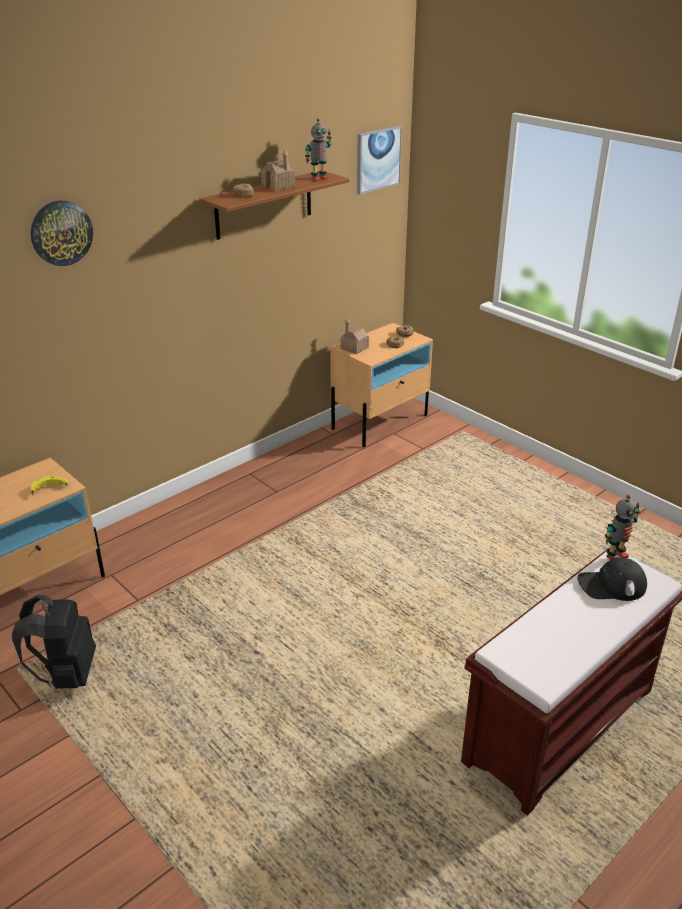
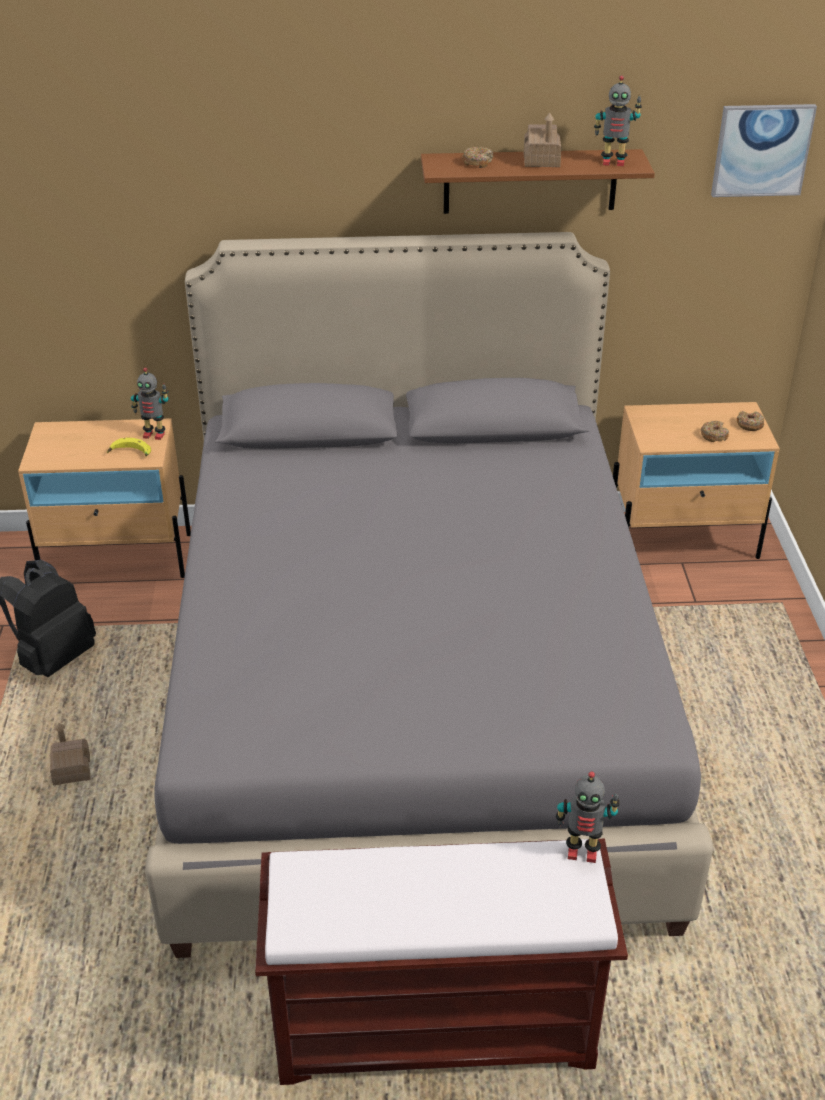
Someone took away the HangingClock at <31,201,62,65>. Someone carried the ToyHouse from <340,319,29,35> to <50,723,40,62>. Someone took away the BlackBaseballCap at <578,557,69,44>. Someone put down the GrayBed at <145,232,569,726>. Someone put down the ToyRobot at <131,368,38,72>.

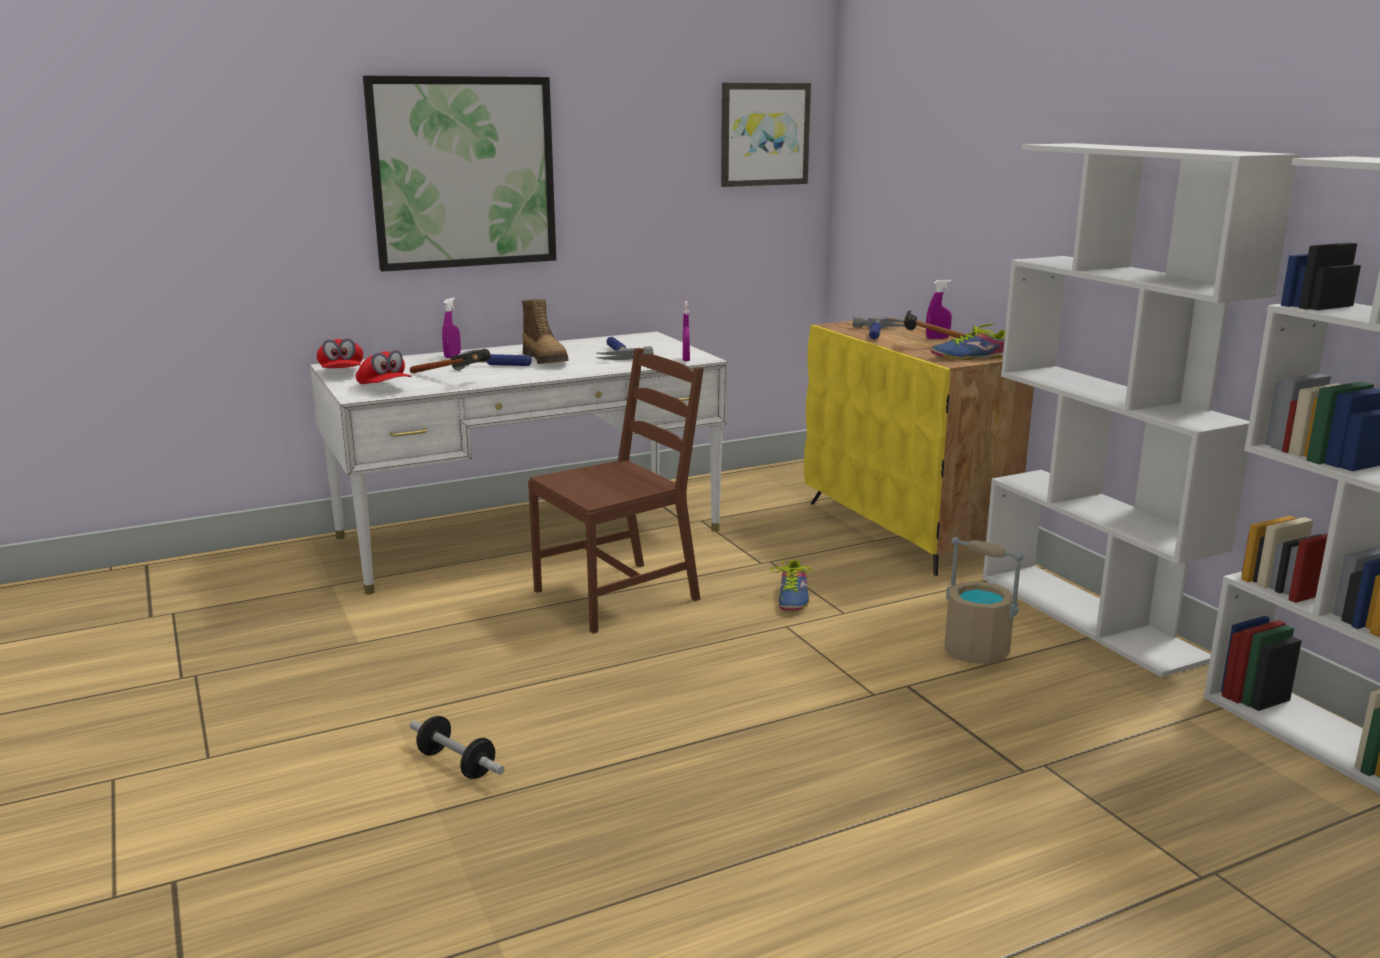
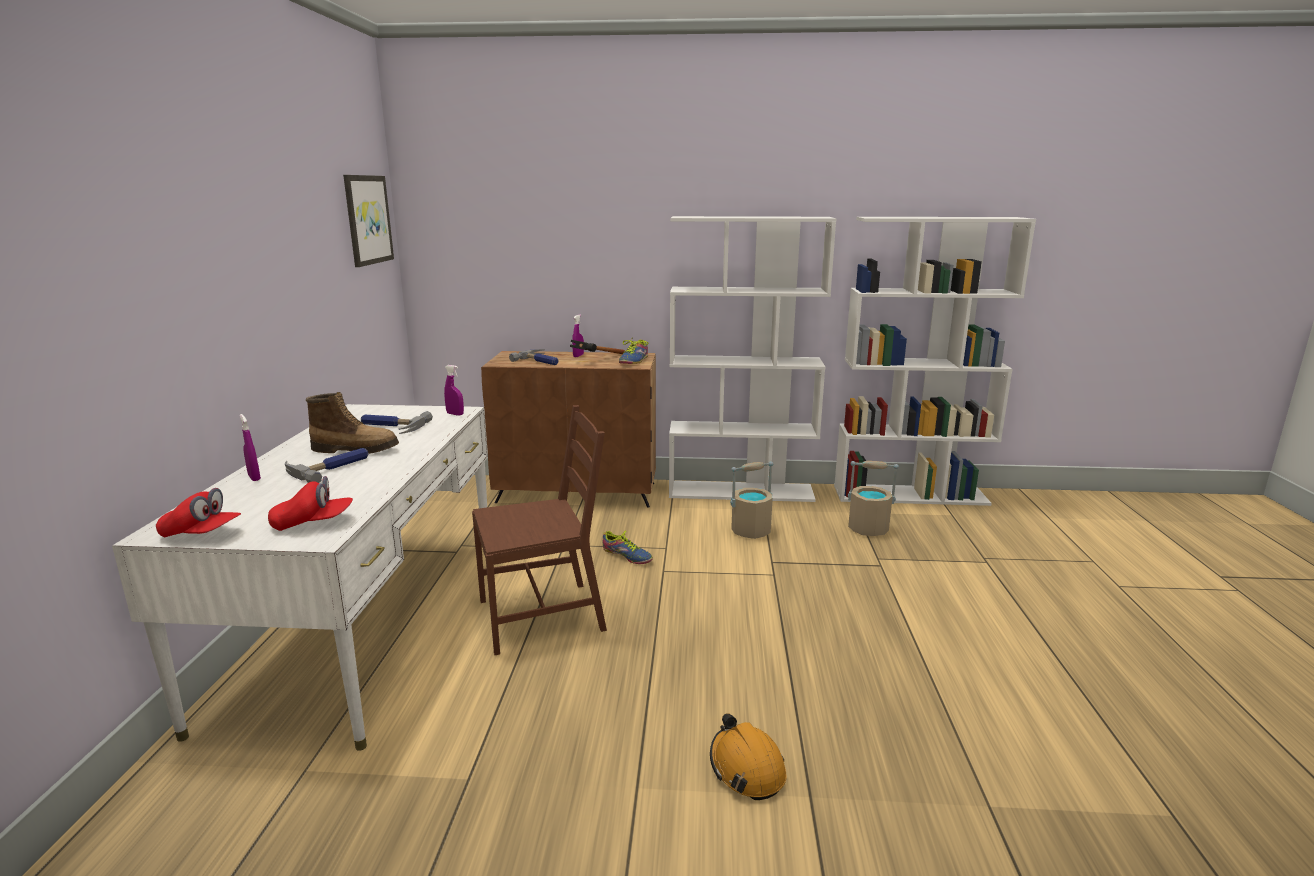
Someone took away the WallArt at <363,76,193,196>. Someone repainted the YellowColouredCabinet at <804,317,230,259>, which became the BrownishCabinet at <481,351,175,157>. Someone rotated the BrownishChair at <528,348,176,286> by 75 degrees clockwise. Someone took away the ToolHammer at <410,349,81,24>. Someone swapped the FreeWeight at <410,716,94,63> for the OrangeColouredHardHat at <710,713,76,87>. Someone put down the BeigeColouredWaterBucket at <848,461,51,75>.

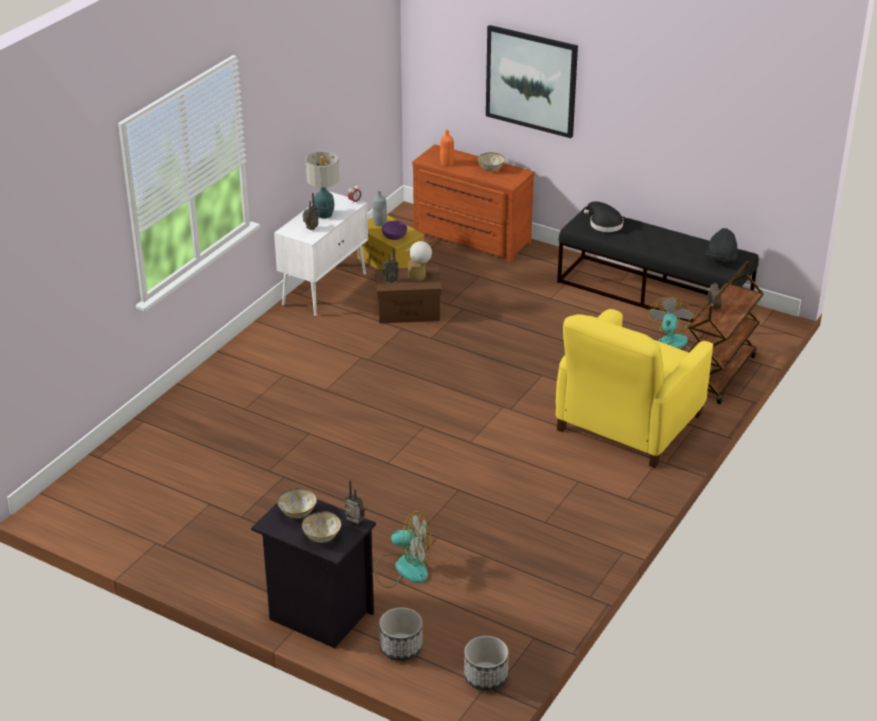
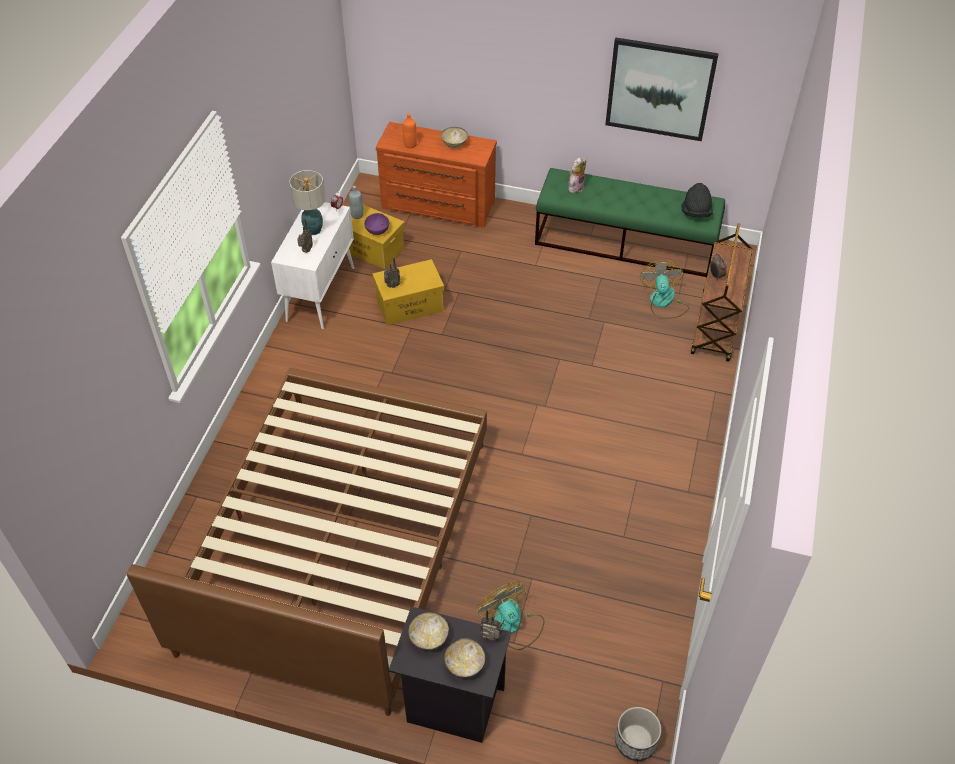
Someone carried the WallArt from <486,25,92,113> to <605,38,114,103>. Someone swapped the BlackWearableHat at <584,201,40,31> for the CuddlyToy at <568,157,18,36>. Someone repainted the BlackLongSeat at <557,207,202,116>, which became the GreenColouredLongSeat at <535,168,190,109>. Someone took away the TableLamp at <408,241,24,40>. Someone repainted the BrownishStorageBin at <375,267,67,56>, which became the YellowColouredStorageBin at <372,259,72,67>. Someone took away the YellowColouredArmchair at <556,309,157,159>. Someone rotated the Fan at <374,510,57,78> by 120 degrees counterclockwise. Someone took away the FlowerPot at <379,607,44,54>. Someone put down the BrownishBed at <127,368,360,348>.

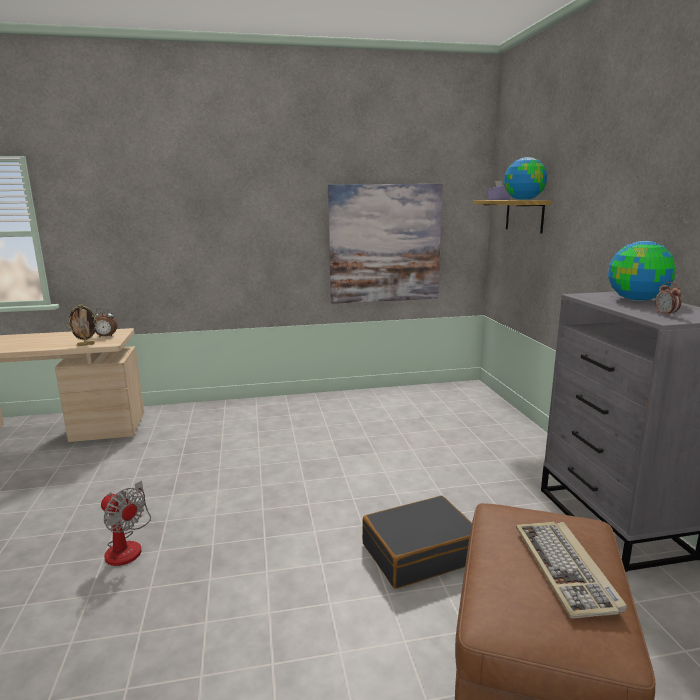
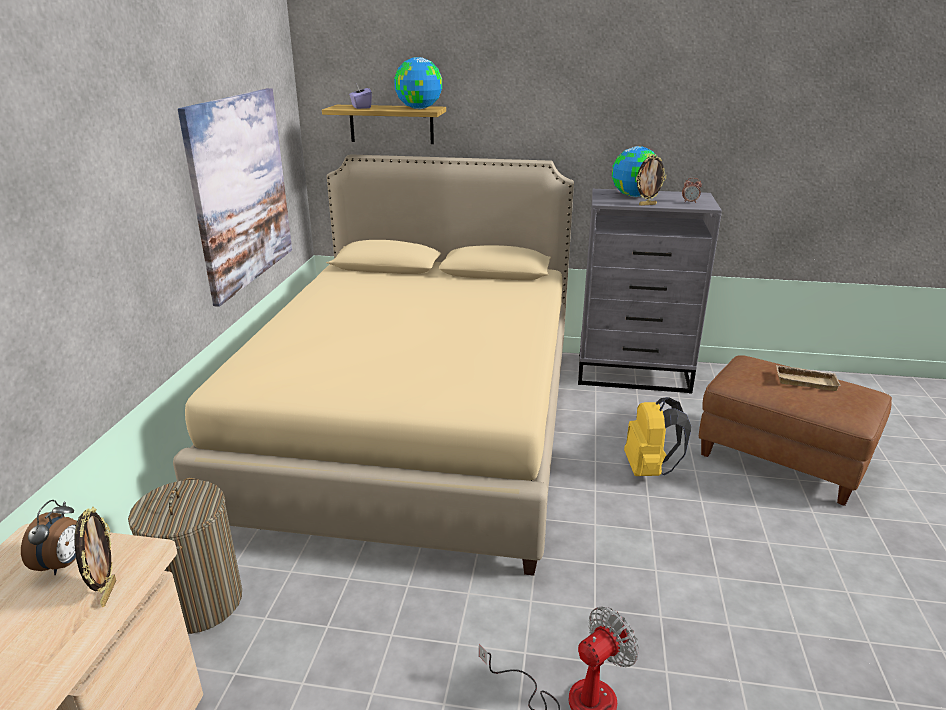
Someone swapped the BlackTravelCase at <362,496,110,93> for the YellowColouredKnapsack at <624,397,67,79>. Someone swapped the ComputerKeyboard at <516,522,111,97> for the BeigeColouredCarryingTray at <776,365,65,26>. Someone put down the BeigeColouredBed at <173,154,401,422>. Someone put down the PictureFrame at <636,154,30,52>. Someone put down the Hamper at <128,478,114,156>.

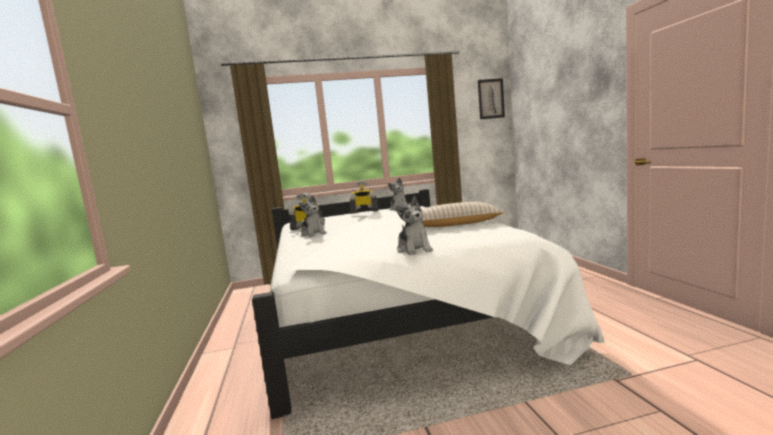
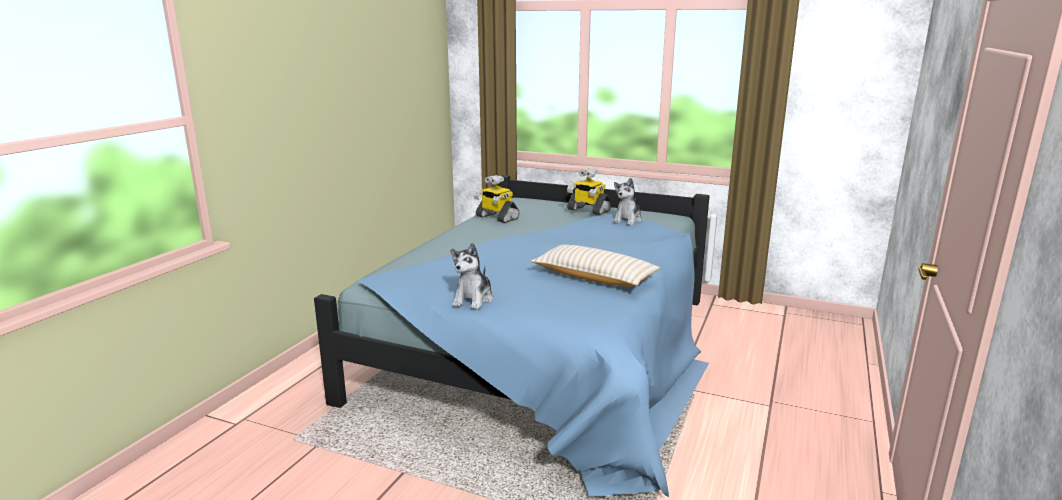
Someone took away the WallArt at <478,78,27,41>. Someone repainted the WhitishBed at <252,189,353,230>, which became the BlueBed at <314,175,395,322>. Someone took away the CuddlyToy at <299,196,28,41>.

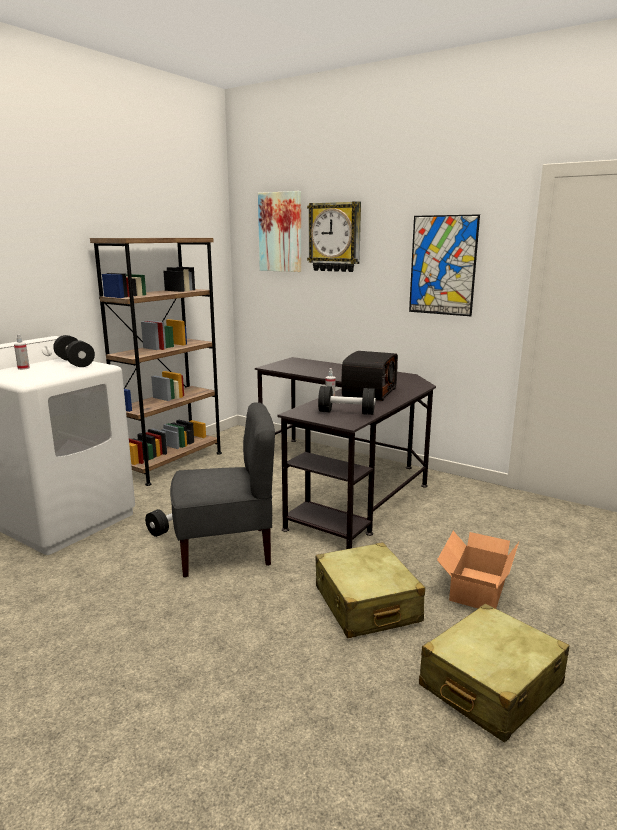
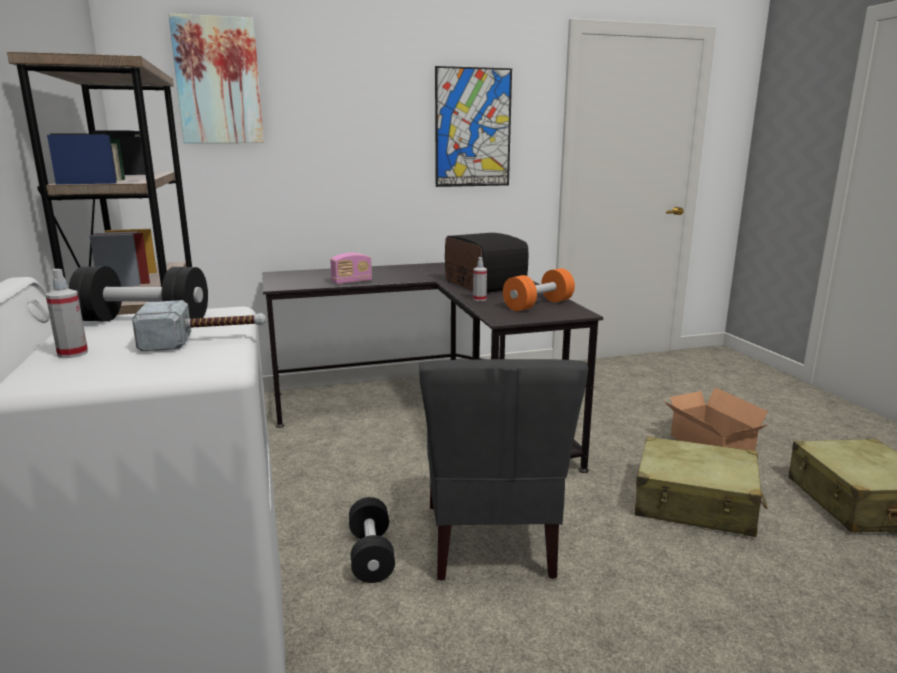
Someone took away the HangingClock at <307,201,54,71>. Someone repainted the BlackFreeWeight at <318,386,58,29>, which became the OrangeColouredFreeWeight at <503,268,72,43>. Someone rotated the GrayChair at <170,402,105,176> by 150 degrees clockwise. Someone put down the RadioSet at <330,253,42,32>. Someone put down the ToolHammer at <132,300,134,51>.

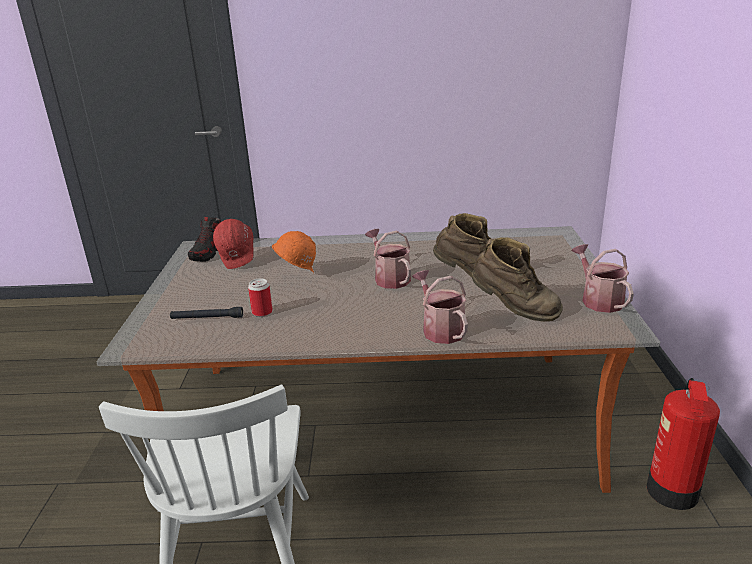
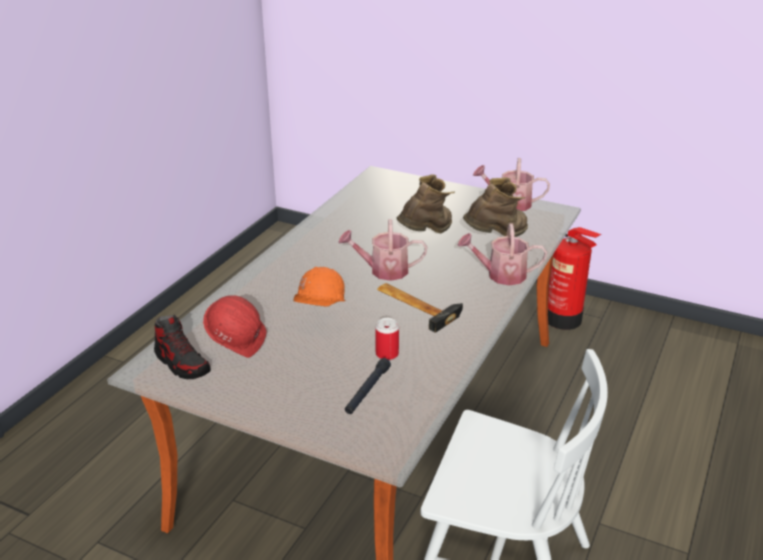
Someone put down the ToolHammer at <377,283,86,50>.

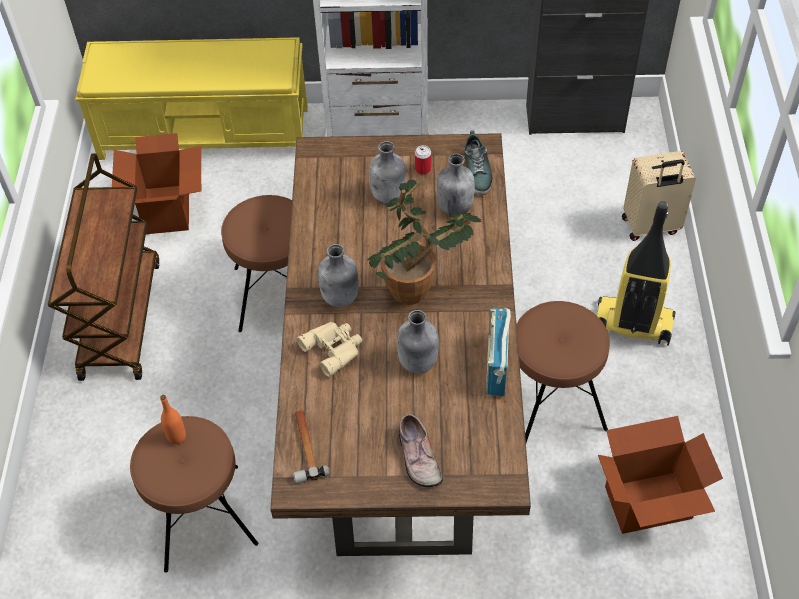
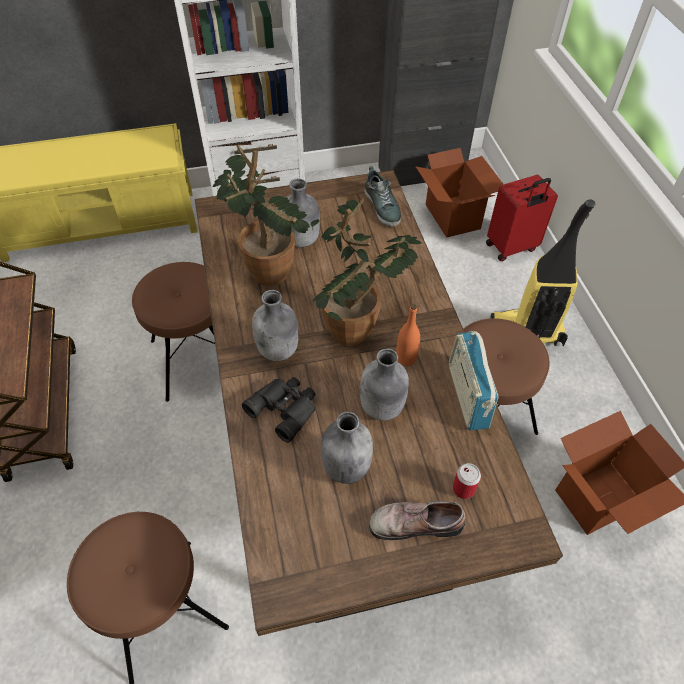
Someone carried the Carton from <112,133,89,101> to <416,148,87,90>. Someone carried the SealedCan from <415,145,16,30> to <452,463,29,36>. Someone repainted the BeigeColouredTravelCase at <622,151,74,90>, which became the RedTravelCase at <486,175,72,87>. Someone carried the GrayDrinkBottle from <437,153,38,62> to <321,412,52,72>. Someone repainted the BeigeColouredPairOfBinoculars at <297,322,65,55>, which became the BlackPairOfBinoculars at <242,377,74,66>. Someone carried the OrangeColouredDrinkBottle from <160,395,26,49> to <396,304,24,63>. Someone took away the ToolHammer at <293,409,37,75>. Someone rotated the ItemOfFootwear at <399,414,44,73> by 120 degrees clockwise. Someone put down the Houseplant at <212,145,107,141>.

